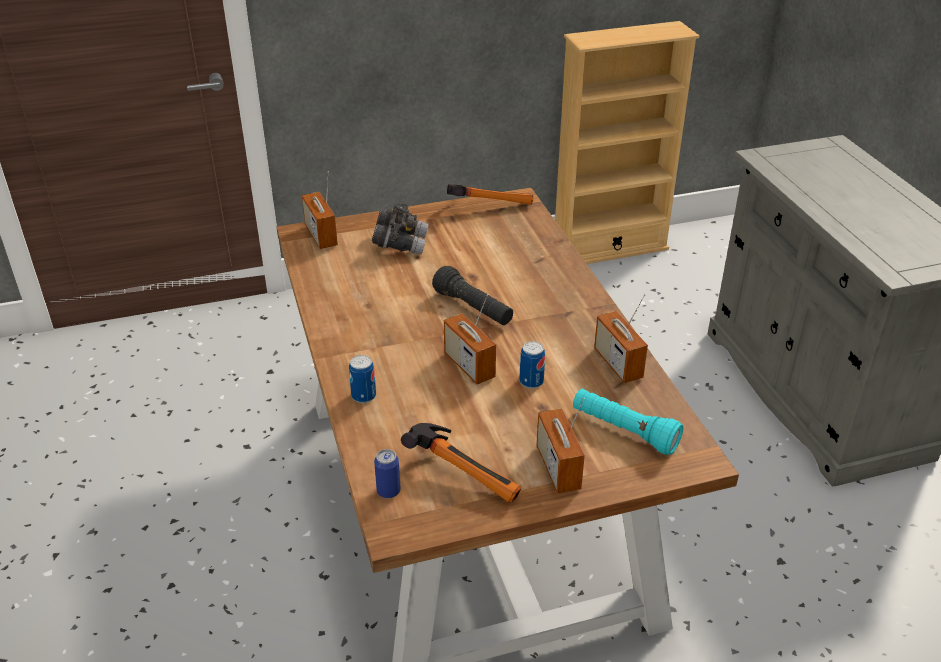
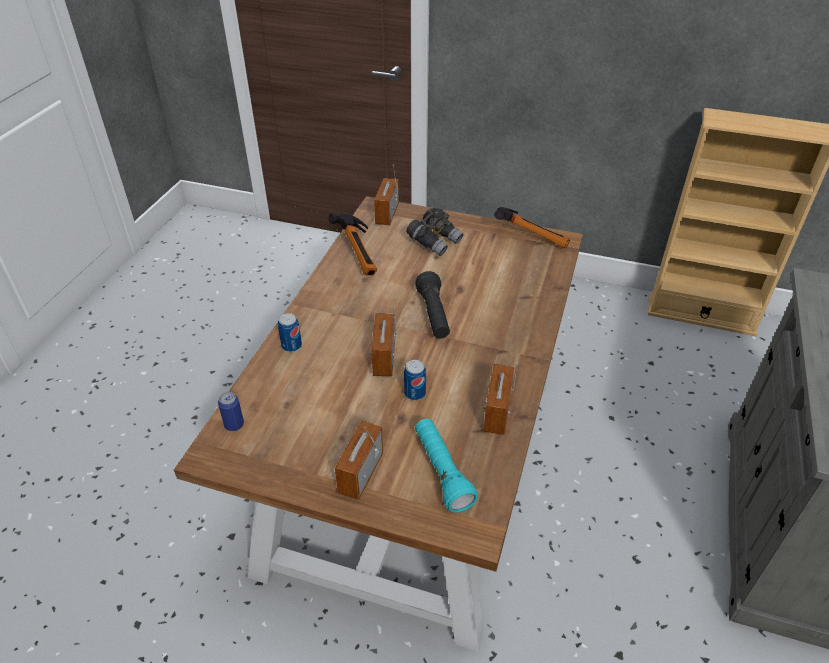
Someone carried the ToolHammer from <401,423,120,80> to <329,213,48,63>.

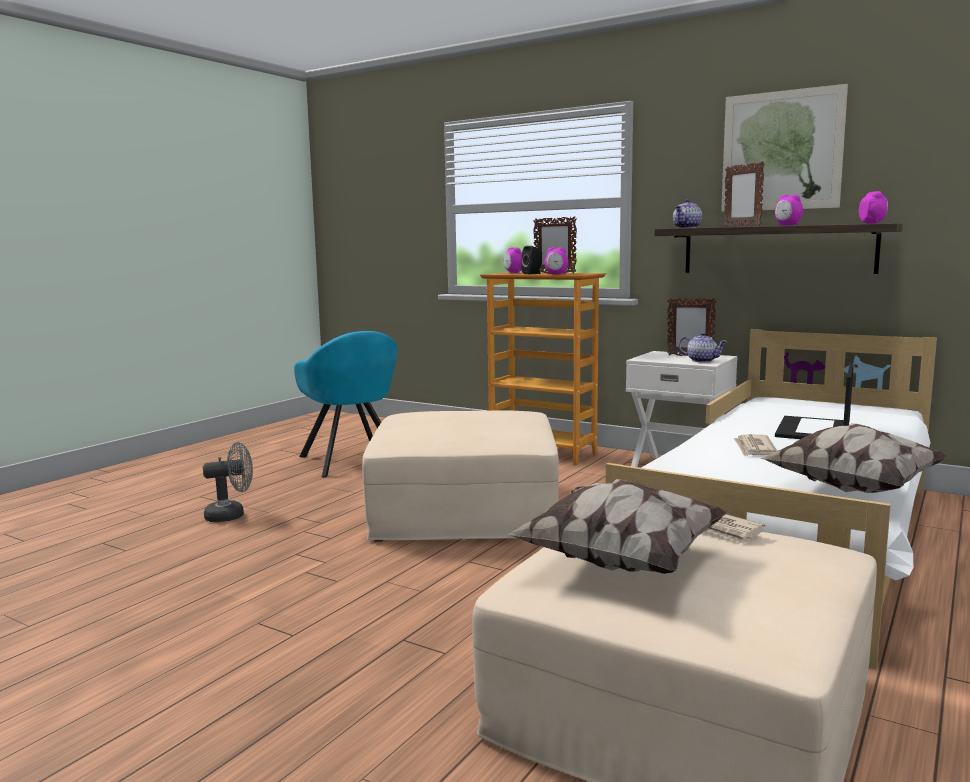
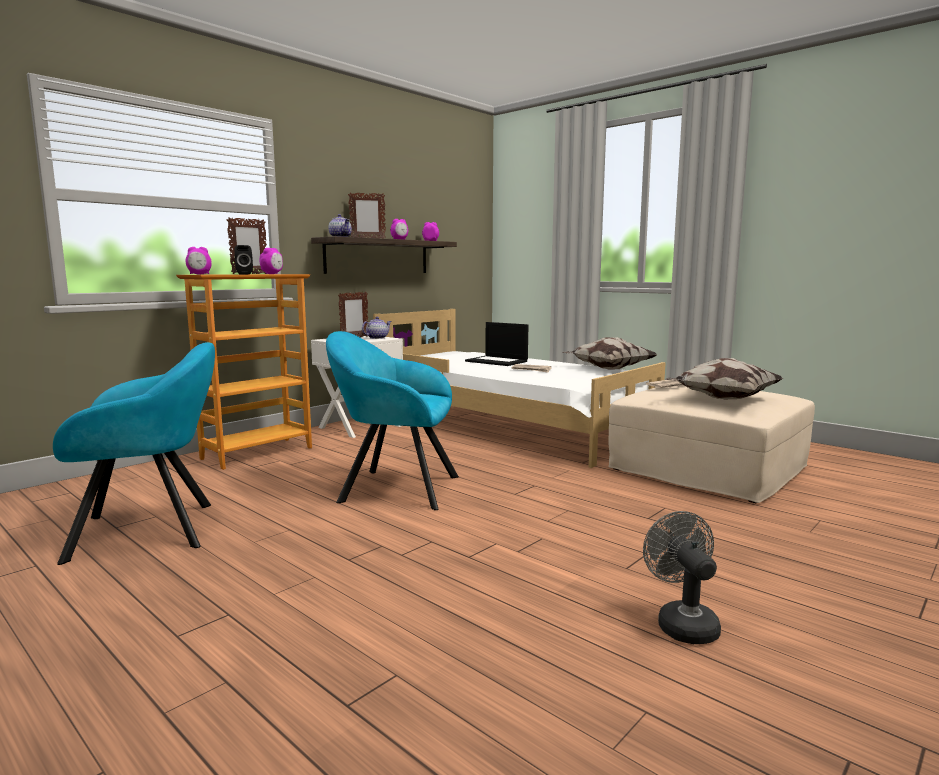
Someone took away the WallArt at <721,84,127,128>. Someone swapped the BeigeColouredPouffe at <362,410,197,131> for the BlueGreenArmchair at <326,331,133,179>. Someone carried the GrayFan from <203,442,50,80> to <643,511,78,133>.

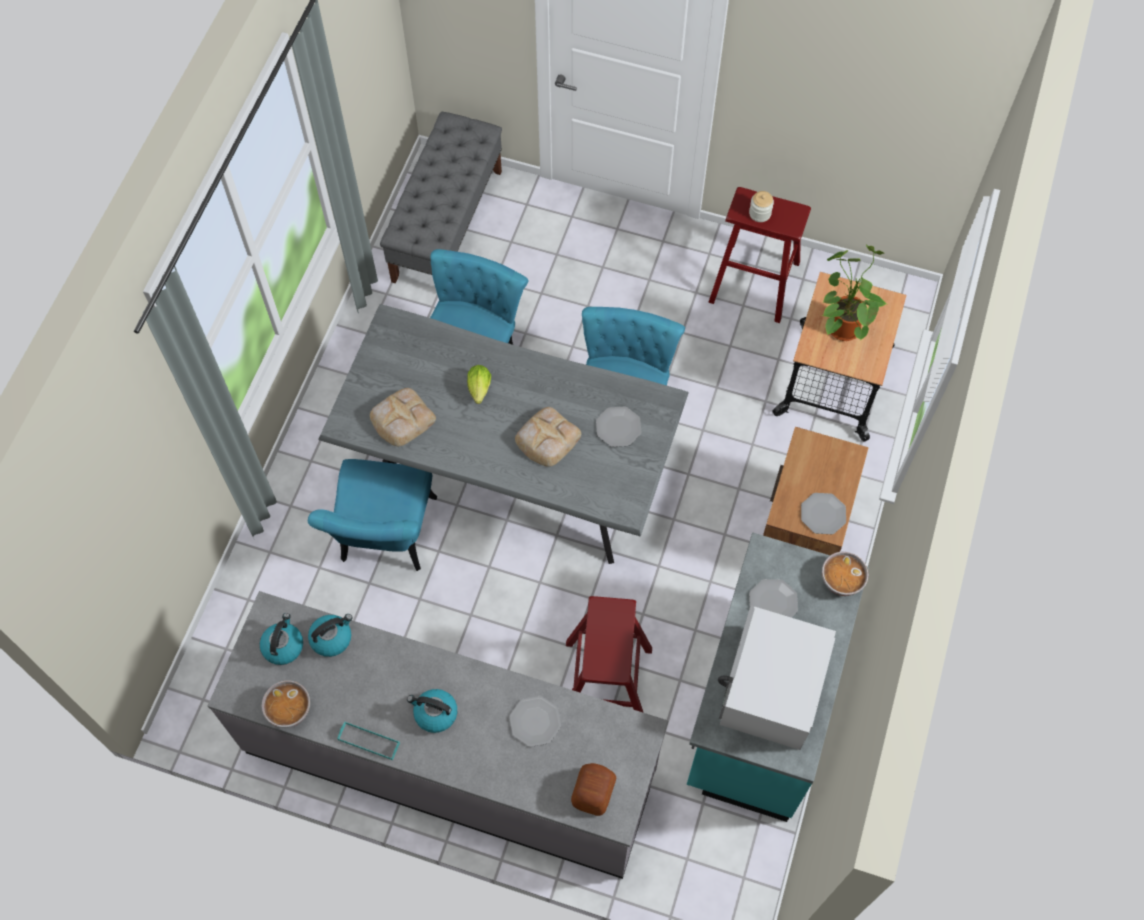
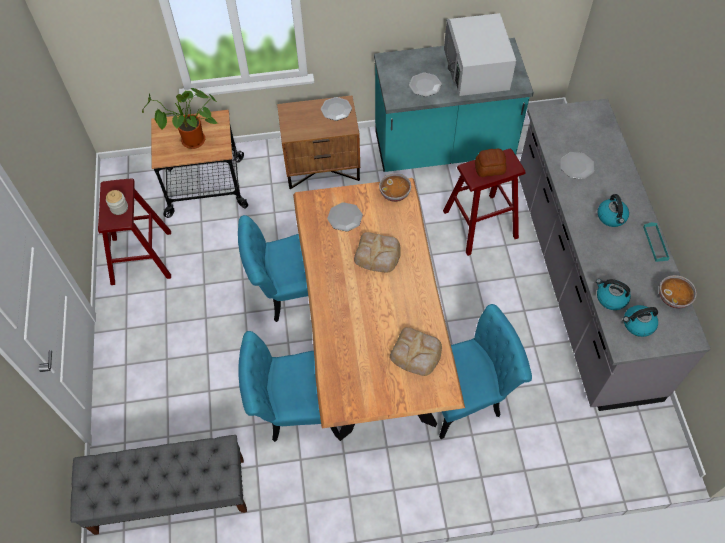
Someone repainted the GrayDiningTable at <318,304,371,260>, which became the BrownishDiningTable at <293,178,172,263>. Someone took away the Lettuce at <467,365,24,39>. Someone carried the Bowl from <822,551,46,45> to <379,173,32,29>. Someone rotated the WhitishKitchenMicrowave at <718,605,118,145> by 90 degrees clockwise. Someone carried the BakedBread from <571,763,45,53> to <475,149,31,28>.

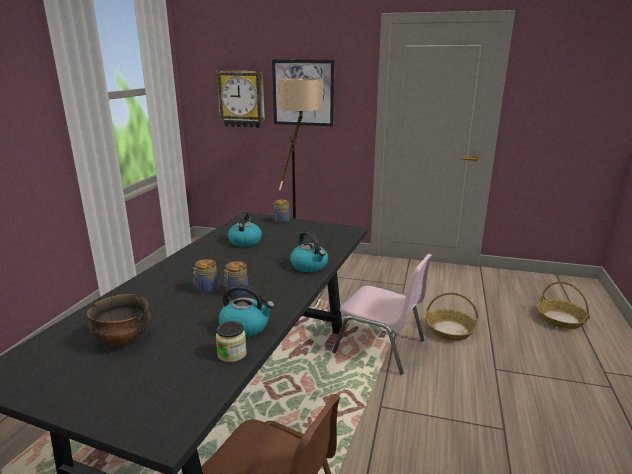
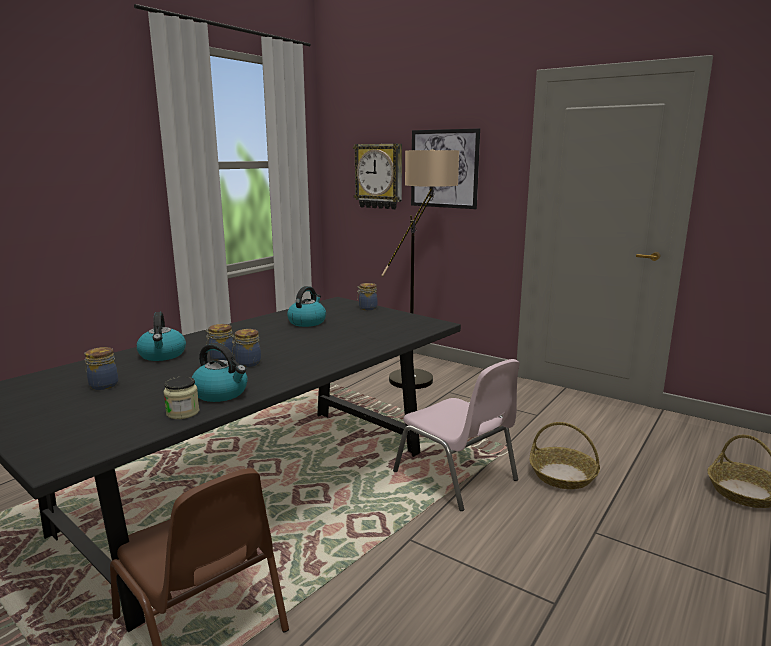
Someone carried the Kettle from <290,231,38,41> to <137,312,49,49>. Someone swapped the Bowl at <87,294,63,53> for the PreserveJar at <84,347,34,43>.

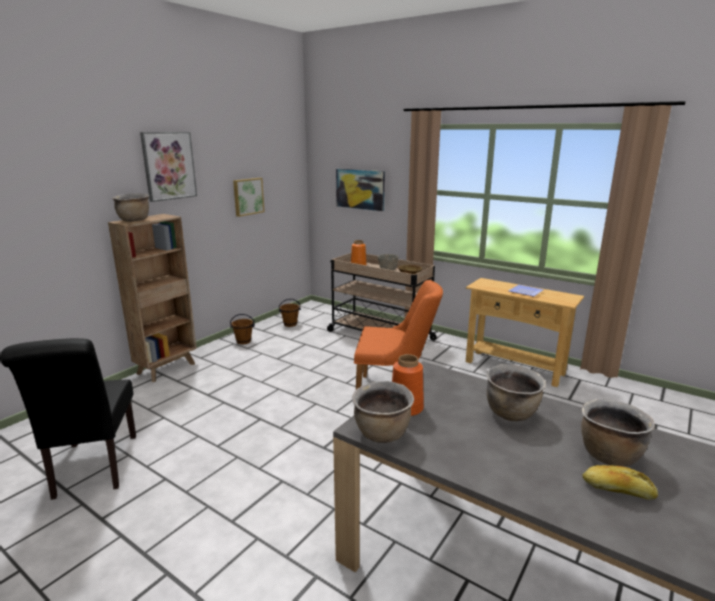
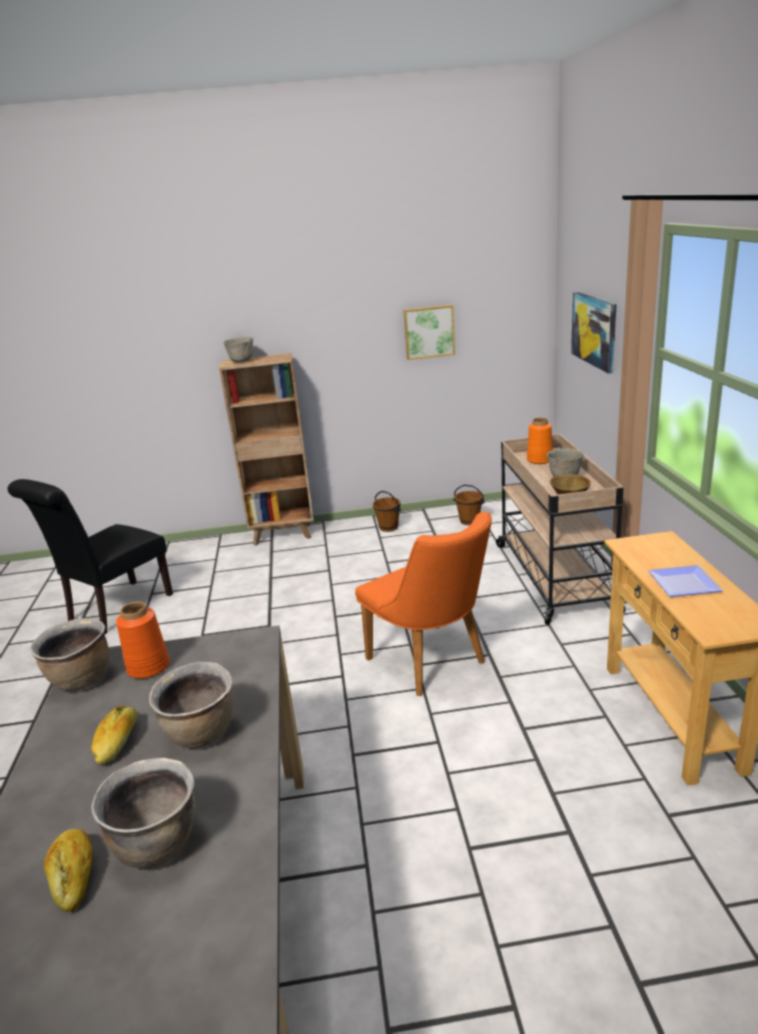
Someone took away the WallArt at <140,132,57,70>. Someone swapped the BrownishStockpot at <112,193,37,29> for the GrayBowl at <223,337,30,26>. Someone put down the BakedBread at <91,706,46,58>.

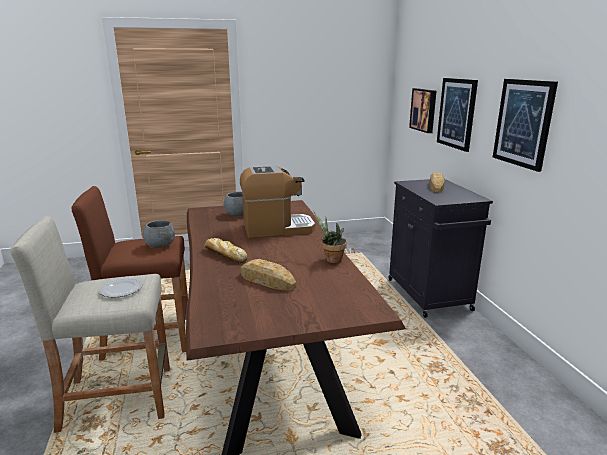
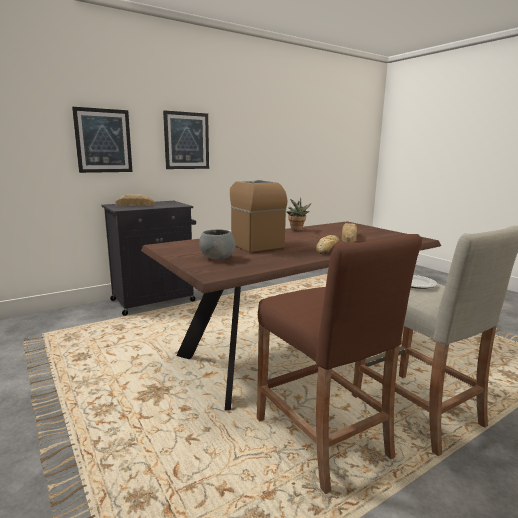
Someone took away the WallArt at <409,88,27,45>. Someone took away the GrayBowl at <143,220,32,28>.

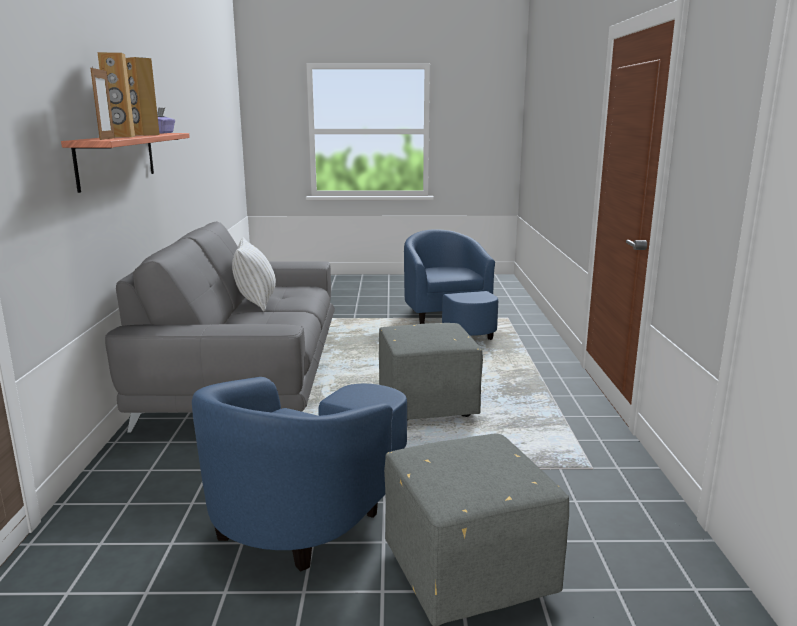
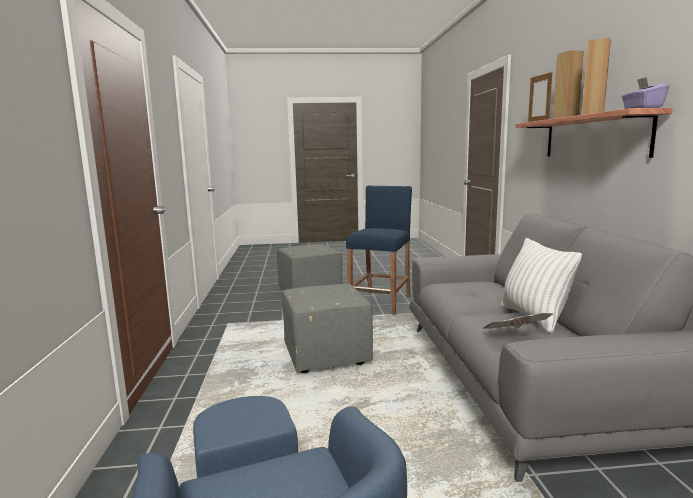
Someone swapped the BlueArmchair at <192,377,215,195> for the BlueSittingStool at <346,186,66,129>. Someone put down the DailyPaper at <482,313,71,16>.

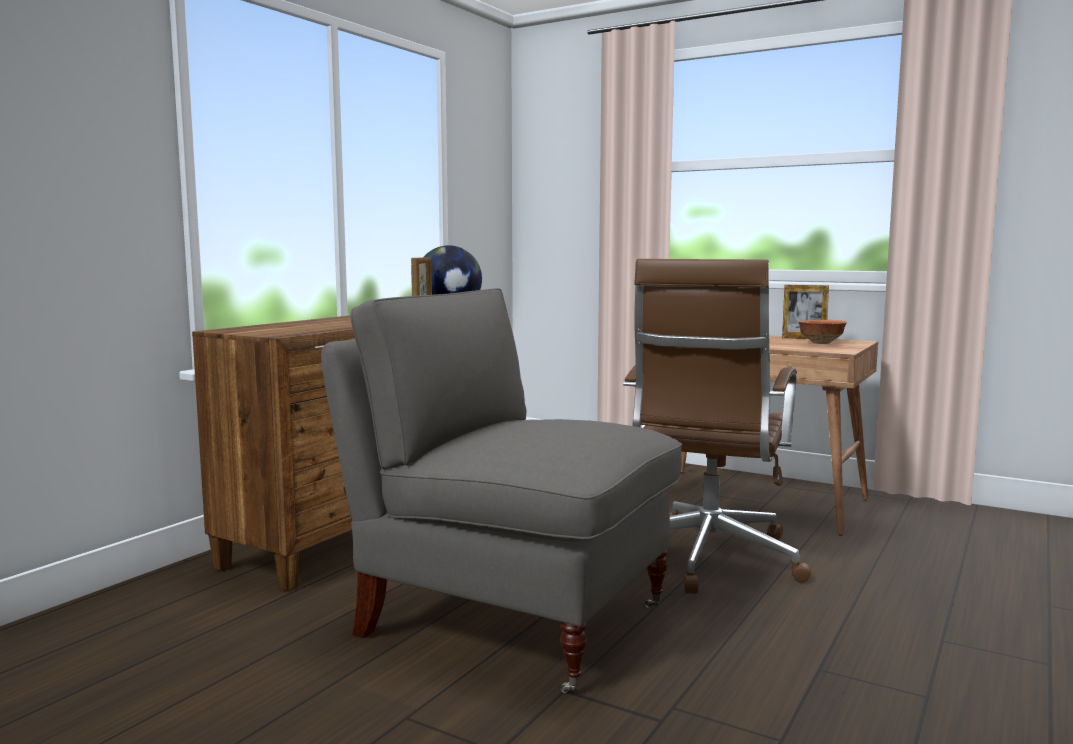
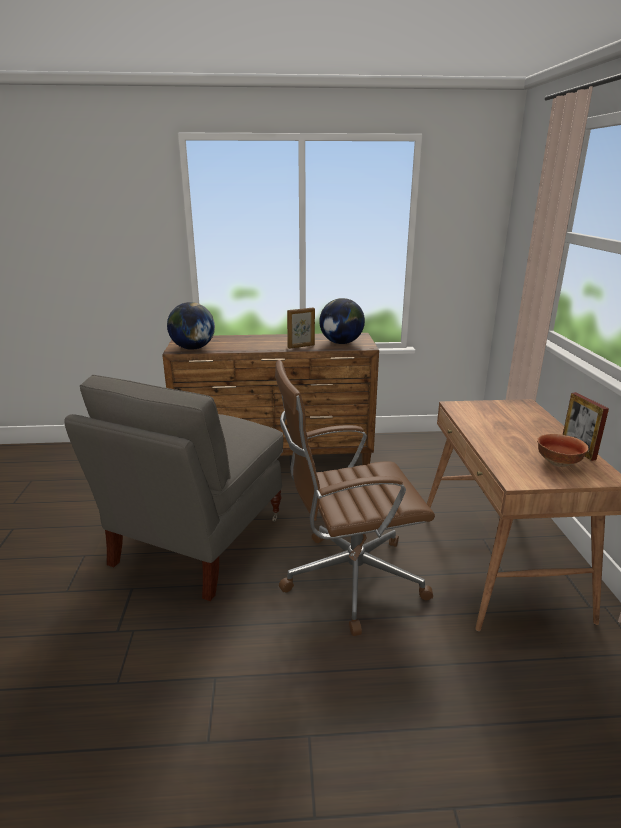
Someone rotated the GrayArmchair at <321,288,361,405> by 150 degrees counterclockwise. Someone put down the Globe at <167,302,48,48>.

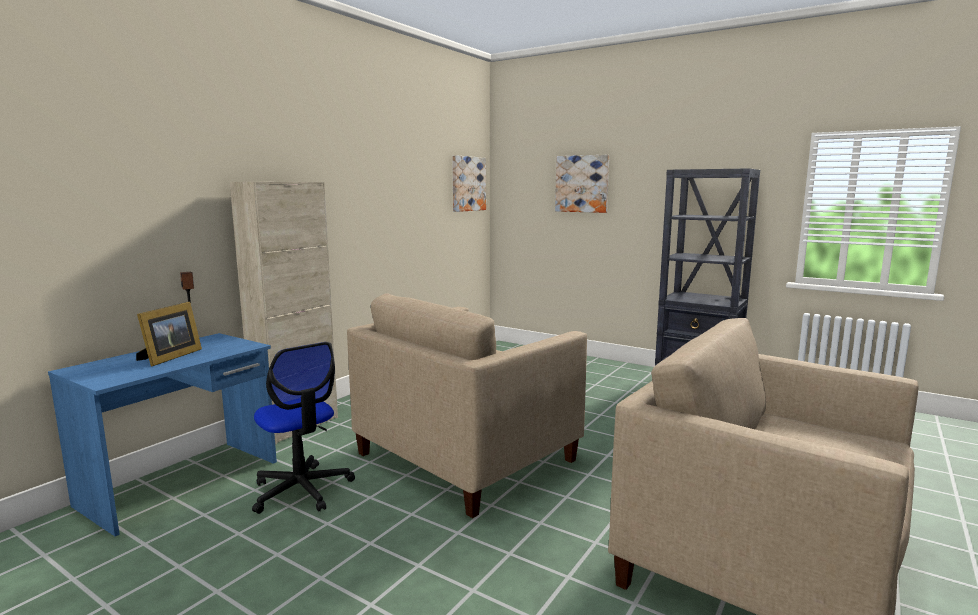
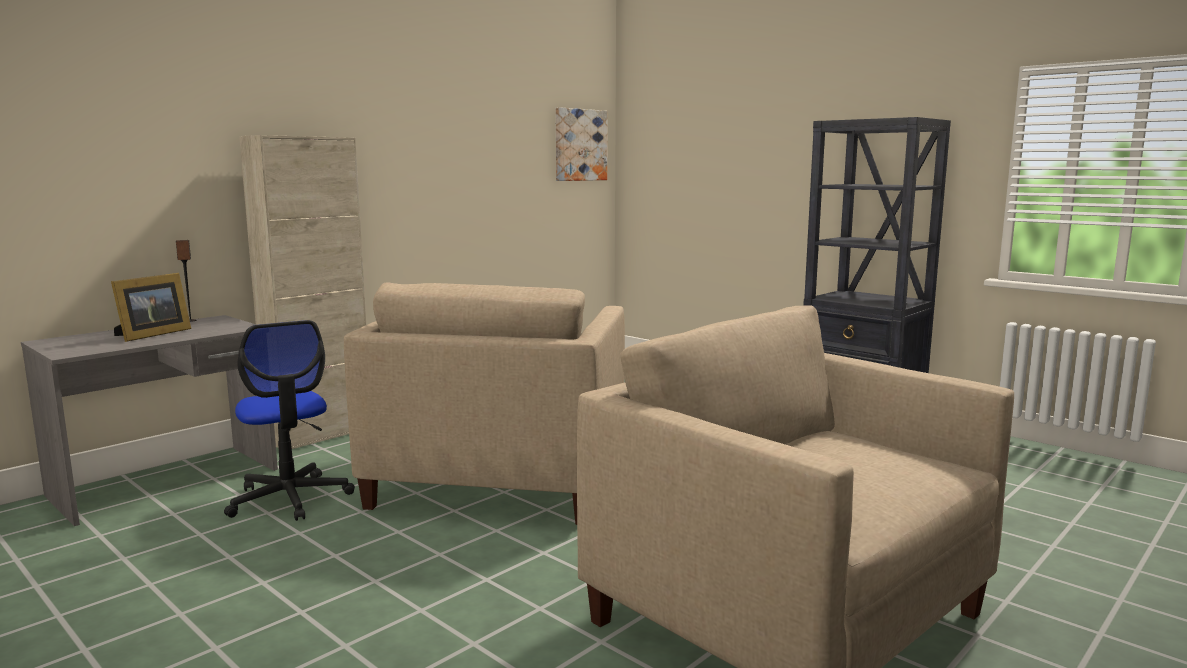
Someone took away the WallArt at <555,155,54,58>. Someone rotated the BeigeColouredArmchair at <347,293,240,225> by 45 degrees counterclockwise. Someone repainted the BlueDesk at <48,333,229,203>, which became the GrayDesk at <21,315,257,211>.

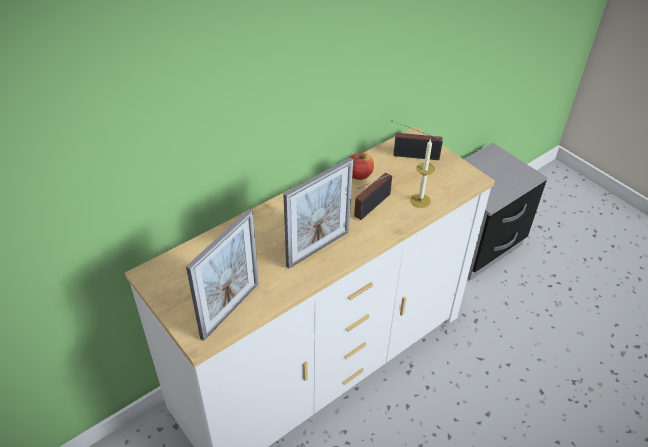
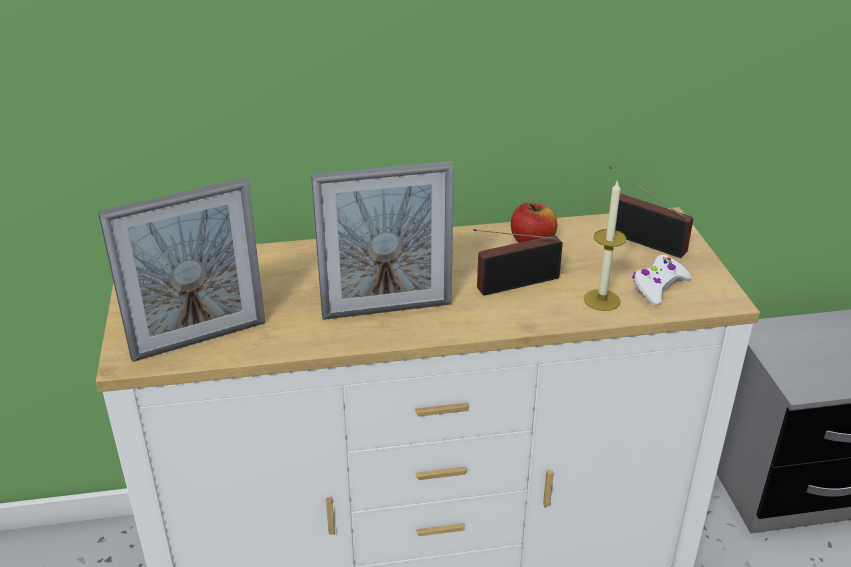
Someone put down the WhitishGameController at <632,255,59,50>.

